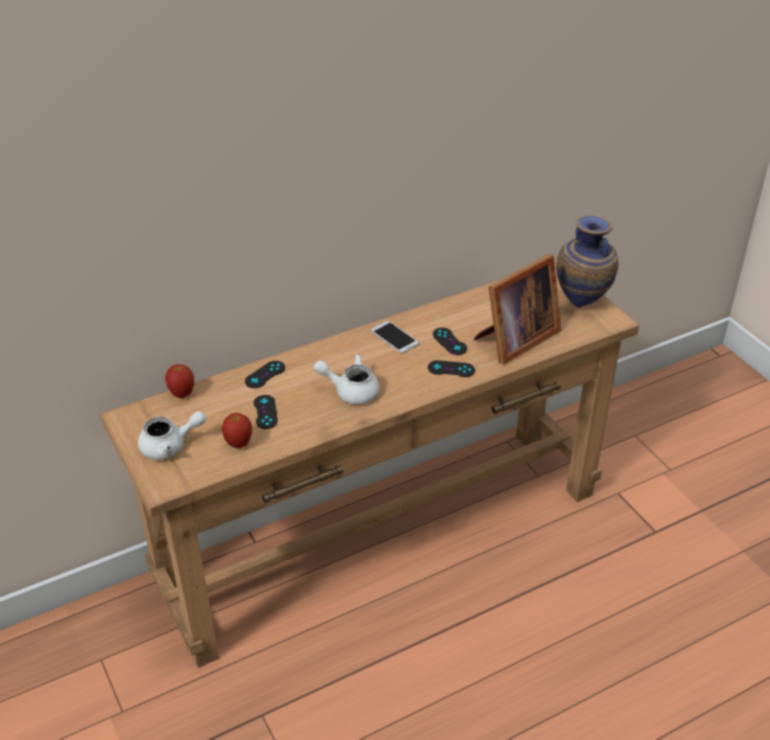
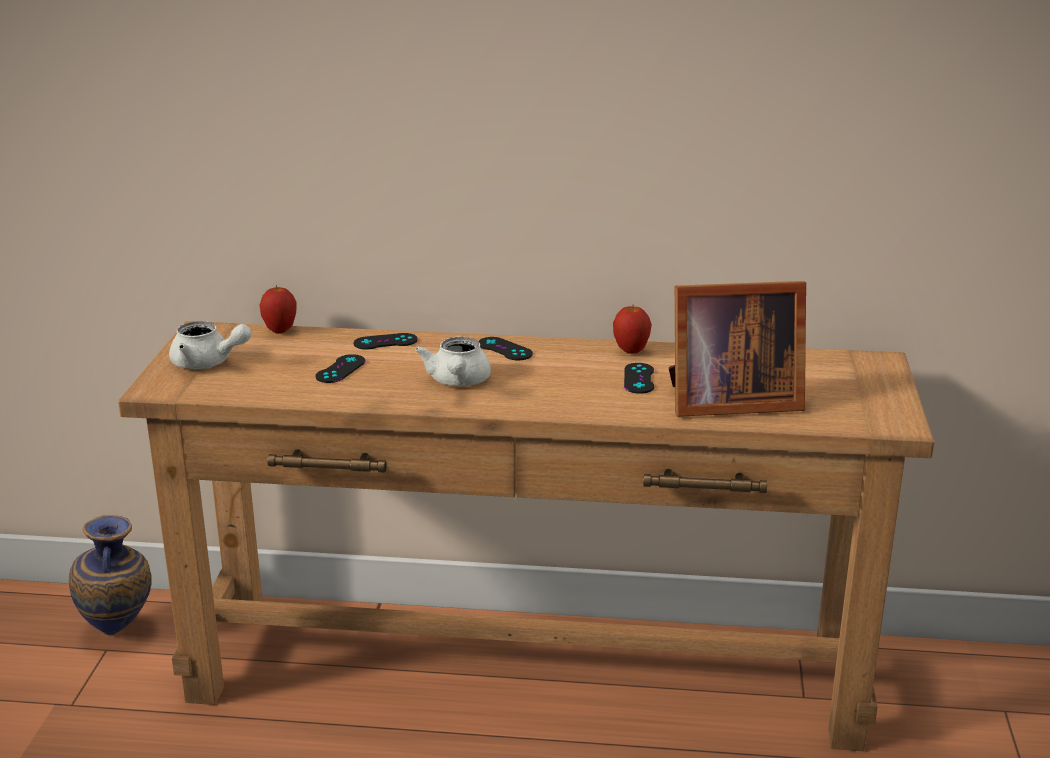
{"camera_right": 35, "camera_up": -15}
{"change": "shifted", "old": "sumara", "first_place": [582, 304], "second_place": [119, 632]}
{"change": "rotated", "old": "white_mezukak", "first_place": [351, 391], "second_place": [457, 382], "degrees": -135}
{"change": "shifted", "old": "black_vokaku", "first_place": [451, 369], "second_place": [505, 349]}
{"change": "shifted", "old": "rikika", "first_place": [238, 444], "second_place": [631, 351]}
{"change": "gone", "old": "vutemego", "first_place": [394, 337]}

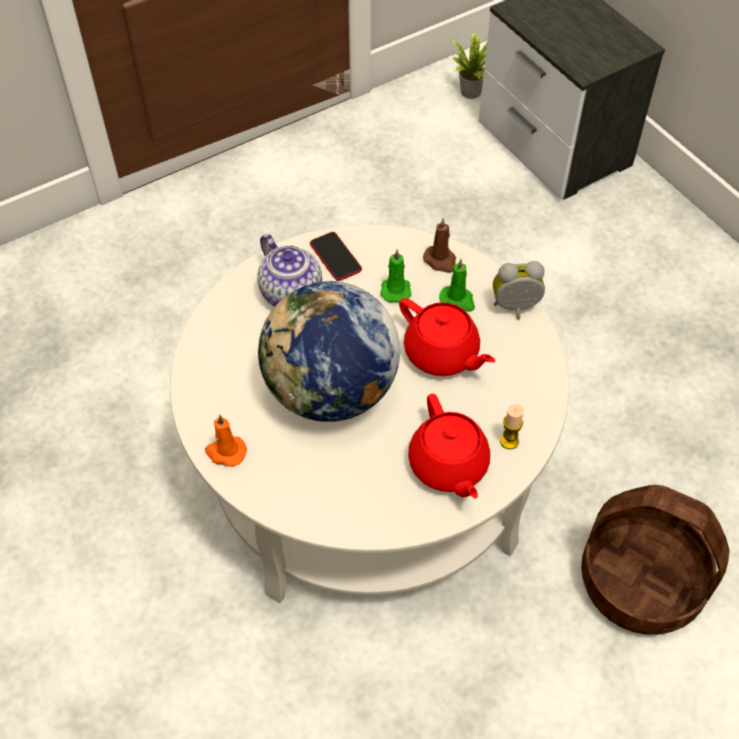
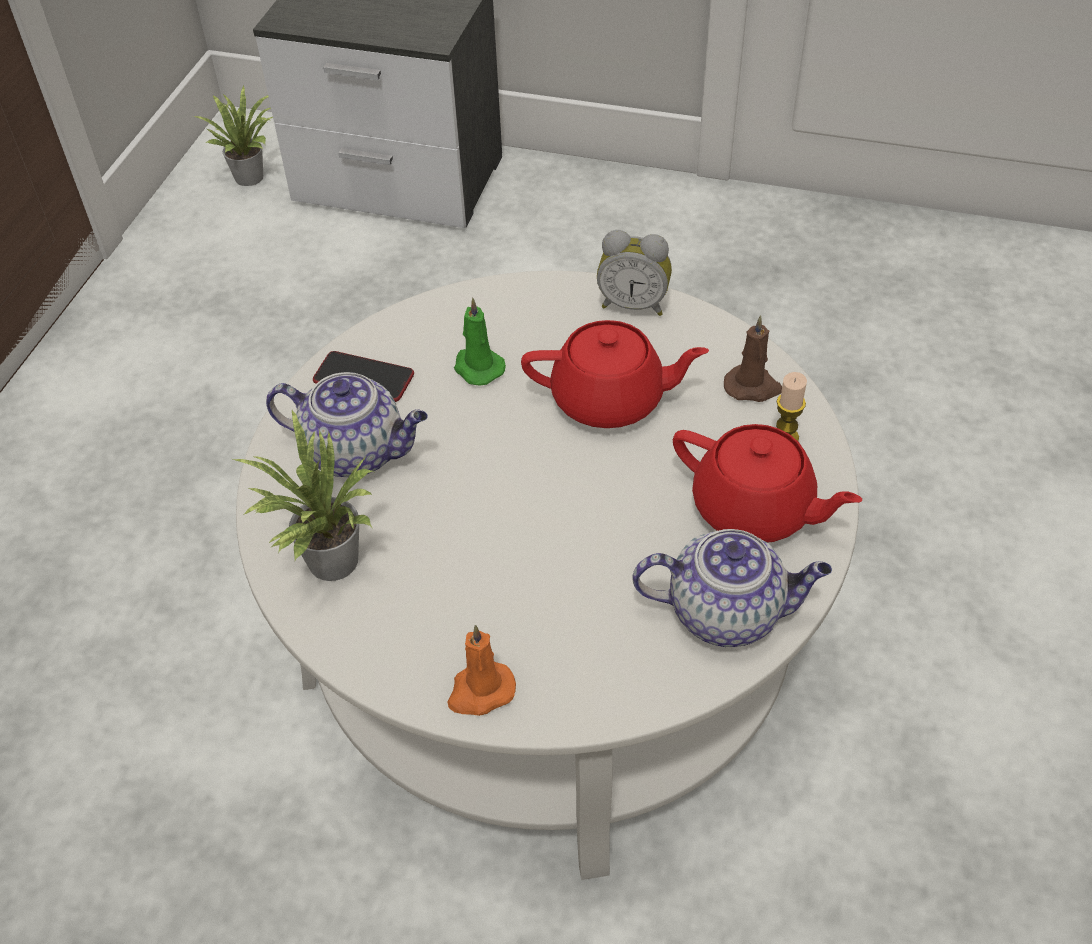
{"camera_right": -40, "camera_up": -5}
{"change": "new", "new": "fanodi", "second_place": [326, 563]}
{"change": "rotated", "old": "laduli", "first_place": [515, 309], "second_place": [633, 304], "degrees": -120}
{"change": "new", "new": "mezukak", "second_place": [727, 612]}
{"change": "shifted", "old": "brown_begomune", "first_place": [441, 261], "second_place": [753, 387]}
{"change": "gone", "old": "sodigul", "first_place": [331, 392]}
{"change": "gone", "old": "green_begomune", "first_place": [458, 300]}
{"change": "gone", "old": "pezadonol", "first_place": [641, 581]}

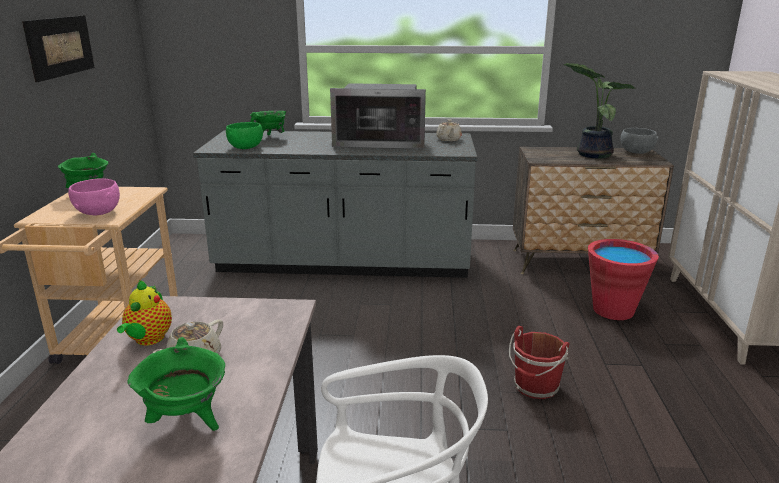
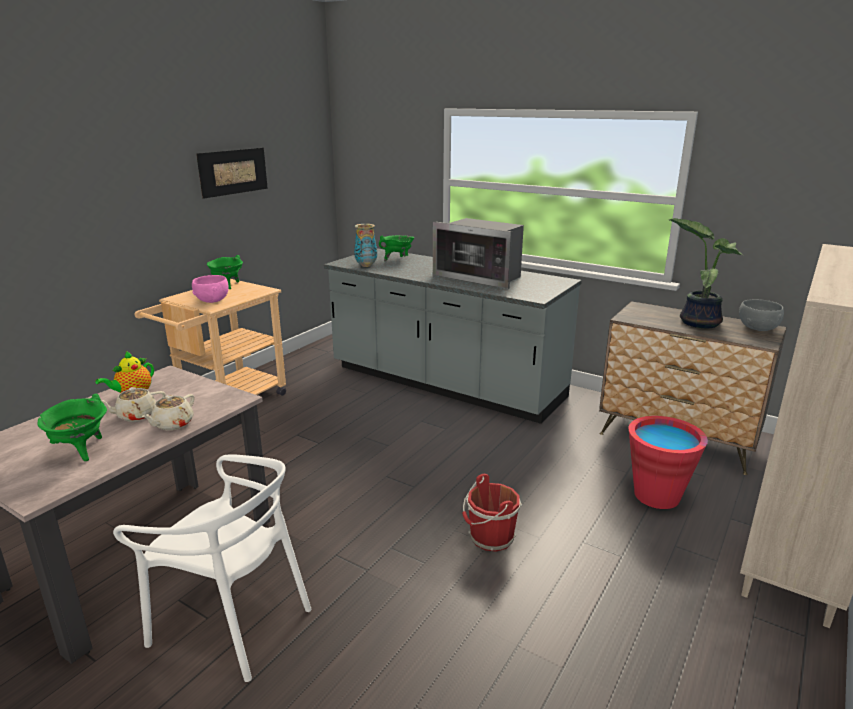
{"camera_right": 30, "camera_up": 0}
{"change": "shifted", "old": "beige_mezukak", "first_place": [448, 139], "second_place": [172, 424]}
{"change": "swapped", "old": "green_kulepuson", "new": "sumara", "first_place": [246, 147], "second_place": [366, 265]}

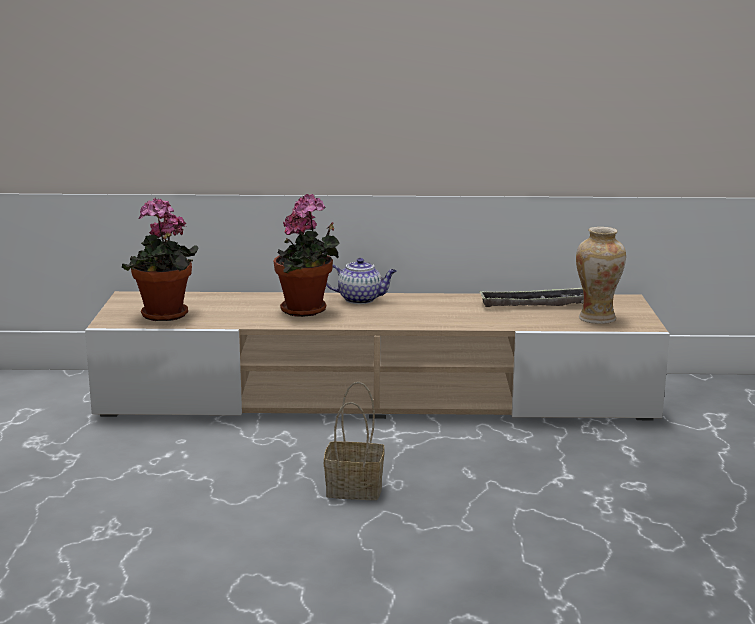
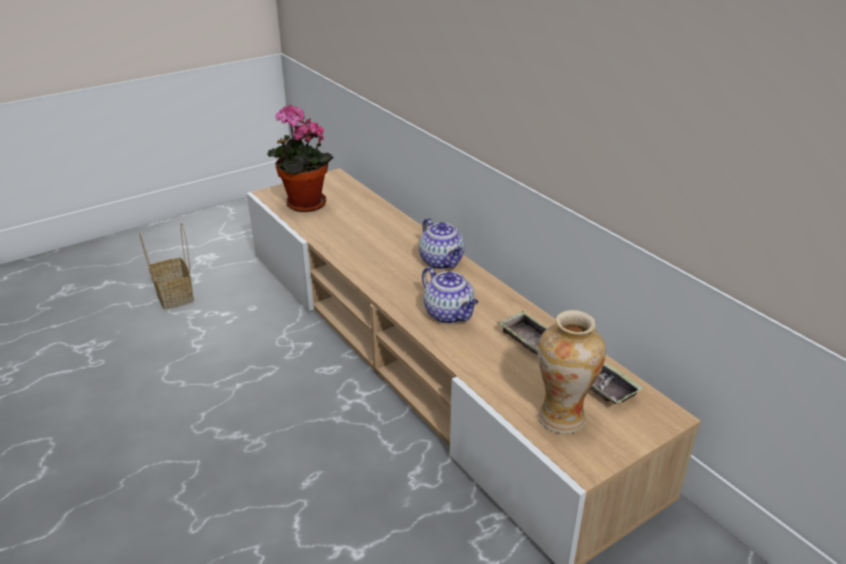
{"camera_right": 55, "camera_up": 15}
{"change": "shifted", "old": "pezadonol", "first_place": [356, 489], "second_place": [176, 296]}
{"change": "new", "new": "mezukak", "second_place": [449, 314]}
{"change": "gone", "old": "fanodi", "first_place": [307, 311]}

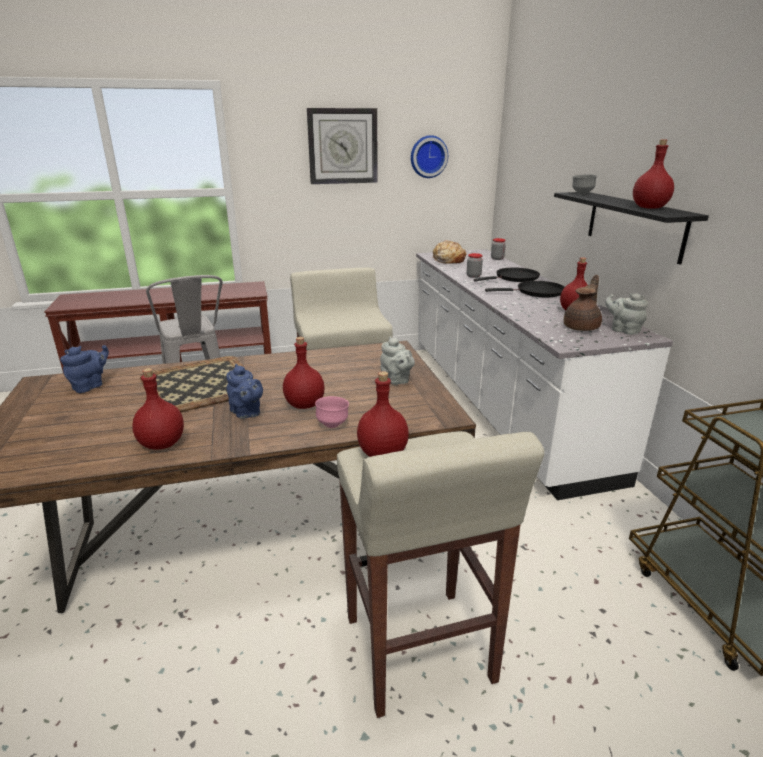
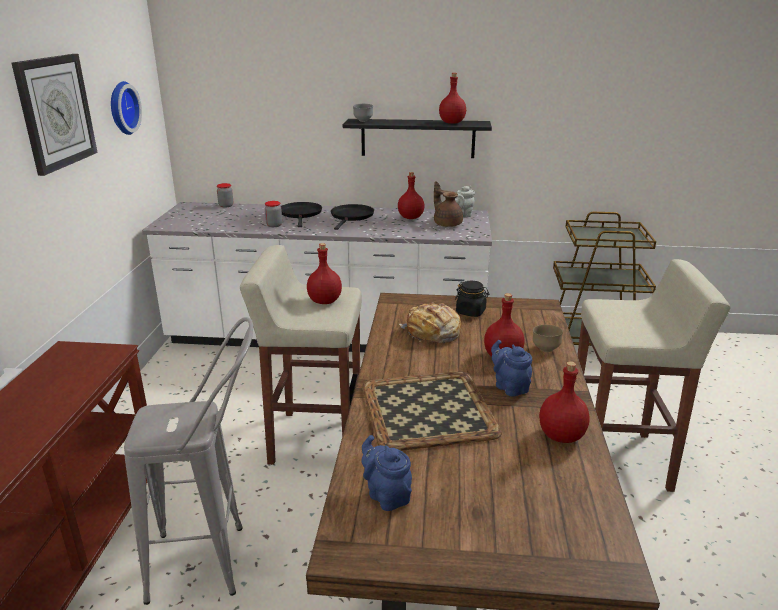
{"camera_right": -70, "camera_up": 0}
{"change": "shifted", "old": "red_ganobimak", "first_place": [383, 453], "second_place": [325, 301]}
{"change": "shifted", "old": "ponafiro", "first_place": [448, 260], "second_place": [432, 333]}
{"change": "swapped", "old": "grey_mezukak", "new": "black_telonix", "first_place": [396, 380], "second_place": [471, 312]}
{"change": "rotated", "old": "blue_mezukak", "first_place": [246, 413], "second_place": [509, 387], "degrees": -105}
{"change": "repainted", "old": "pink_kulepuson", "new": "brown_kulepuson", "first_place": [333, 425], "second_place": [545, 349]}

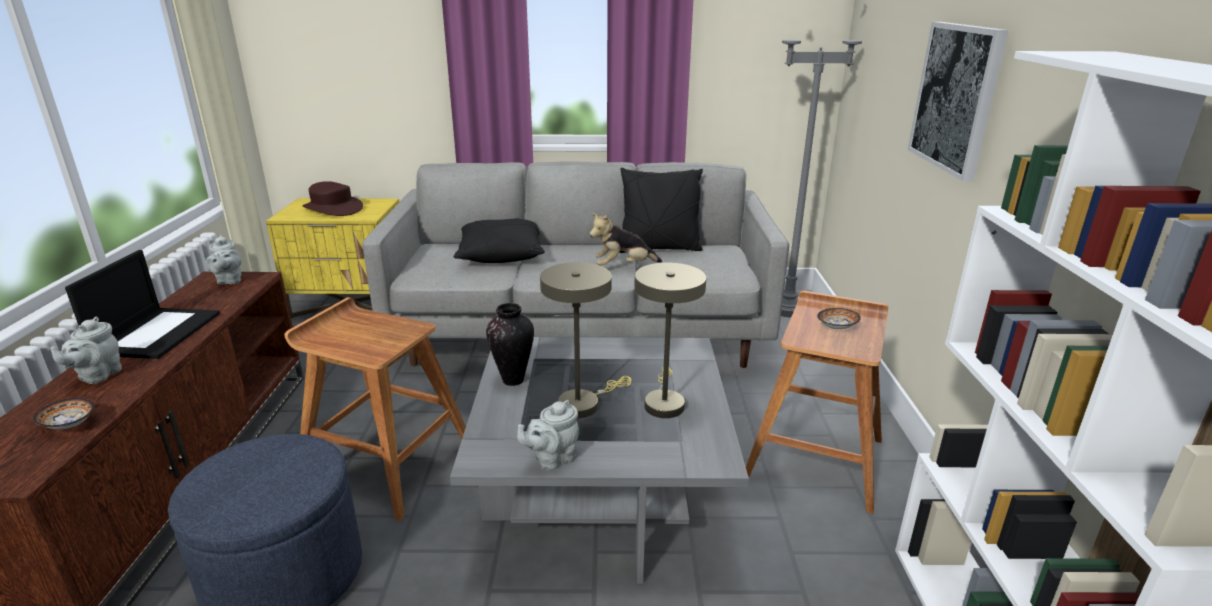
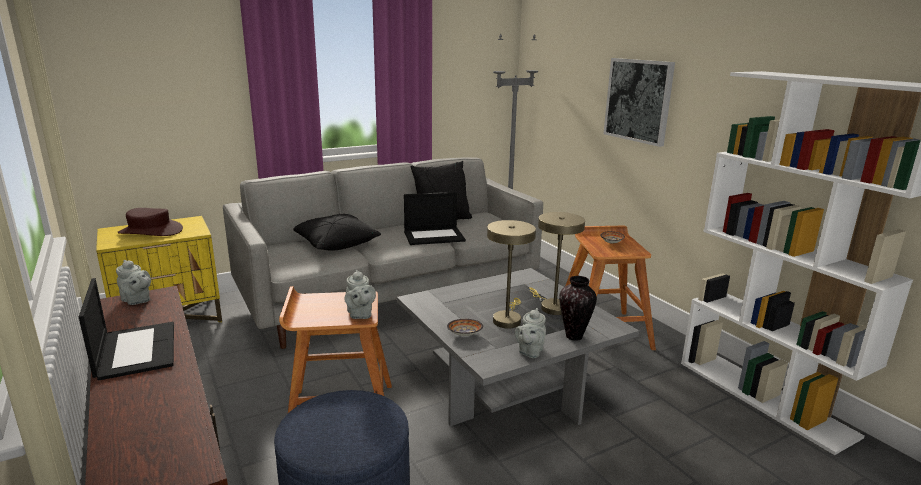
{"camera_right": -30, "camera_up": -5}
{"change": "shifted", "old": "grey_mezukak", "first_place": [97, 376], "second_place": [360, 314]}
{"change": "swapped", "old": "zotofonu", "new": "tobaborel", "first_place": [623, 267], "second_place": [434, 236]}
{"change": "shifted", "old": "kulepuson", "first_place": [69, 424], "second_place": [464, 334]}
{"change": "shifted", "old": "sumara", "first_place": [513, 381], "second_place": [574, 337]}

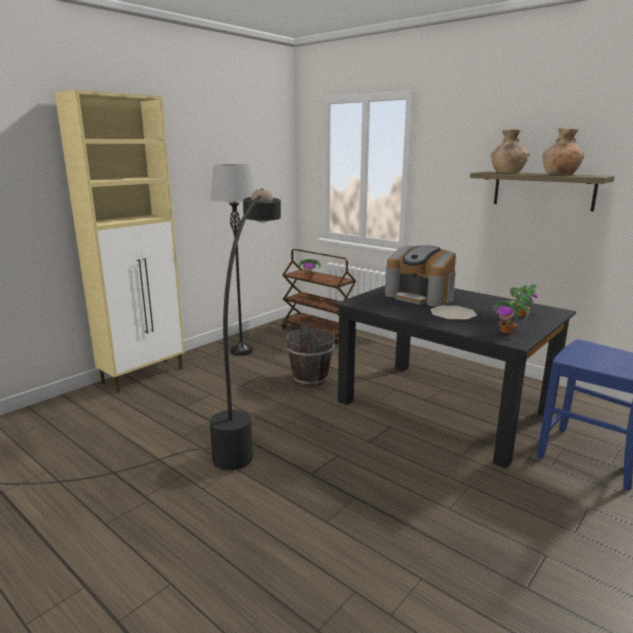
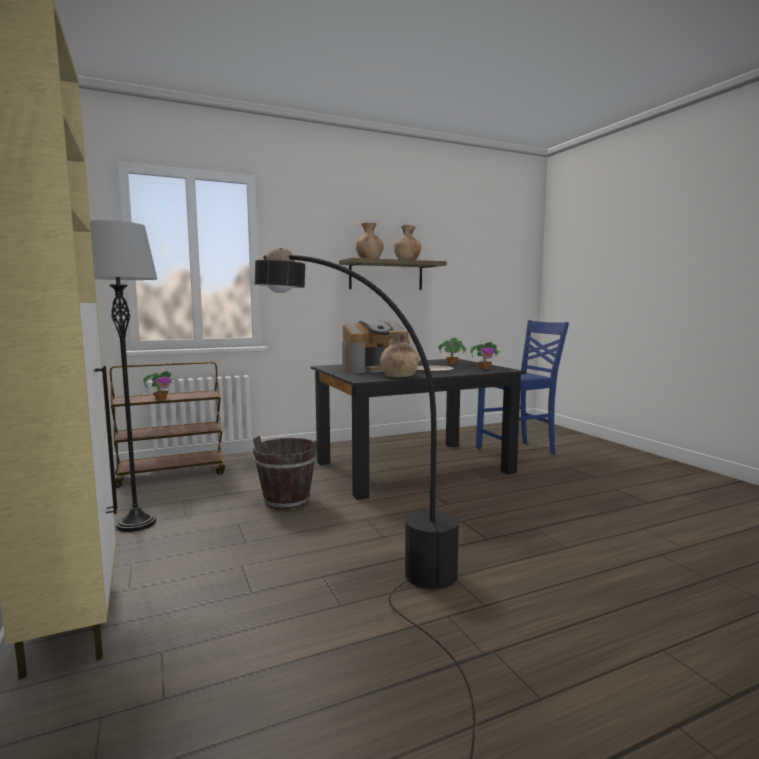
{"camera_right": -65, "camera_up": -10}
{"change": "new", "new": "brown_sumara", "second_place": [399, 376]}

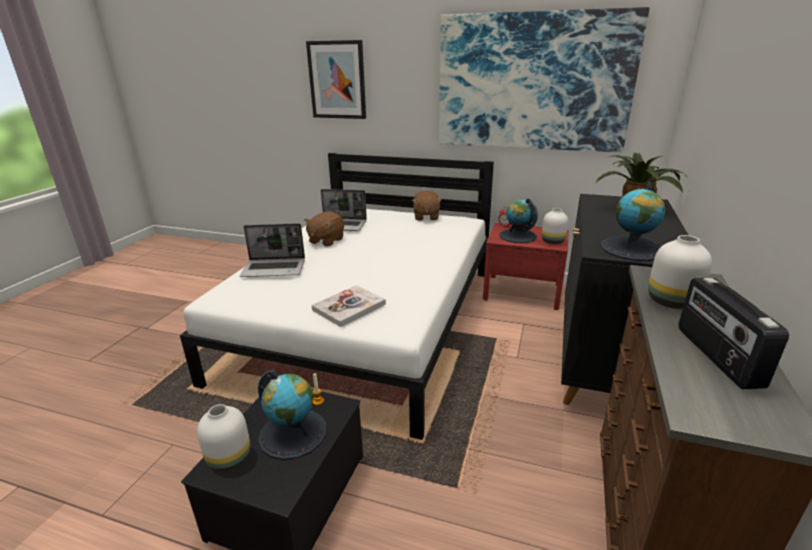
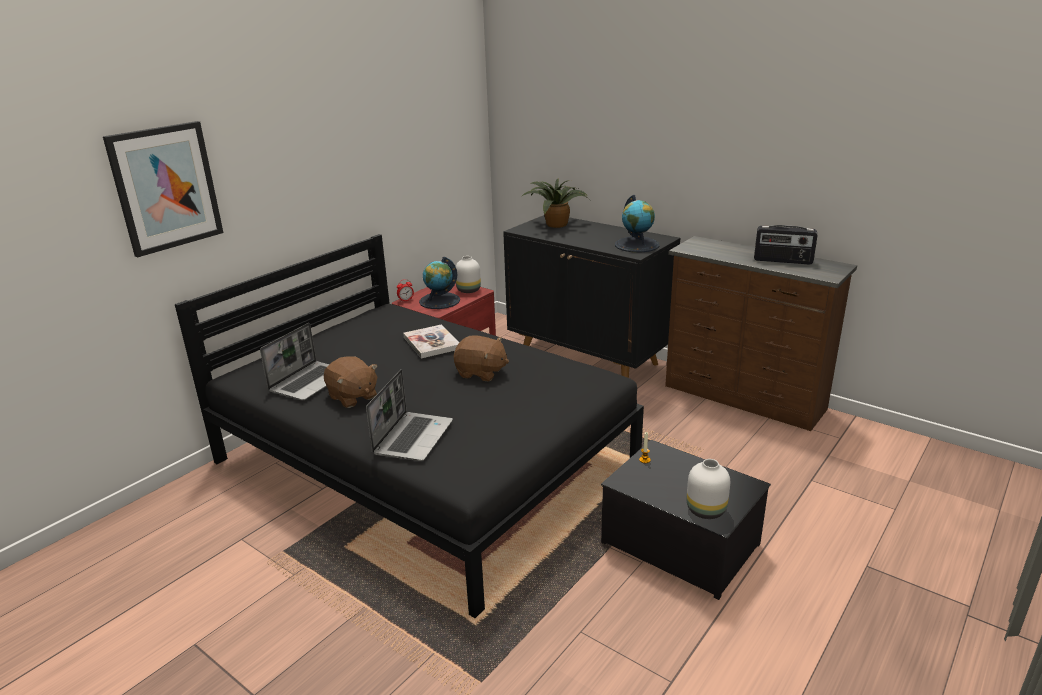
{"camera_right": -70, "camera_up": 0}
{"change": "repainted", "old": "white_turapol", "new": "black_turapol", "first_place": [368, 321], "second_place": [425, 462]}
{"change": "shifted", "old": "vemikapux", "first_place": [349, 307], "second_place": [432, 343]}
{"change": "shifted", "old": "brown_zotofonu", "first_place": [426, 216], "second_place": [481, 373]}
{"change": "gone", "old": "sodigul", "first_place": [293, 433]}
{"change": "gone", "old": "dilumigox", "first_place": [532, 83]}
{"change": "gone", "old": "white_sumara", "first_place": [672, 302]}

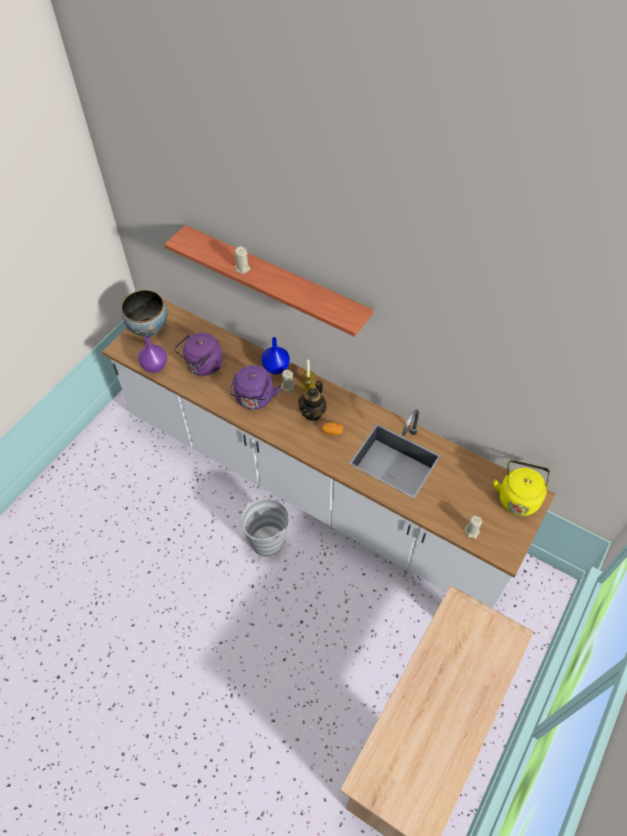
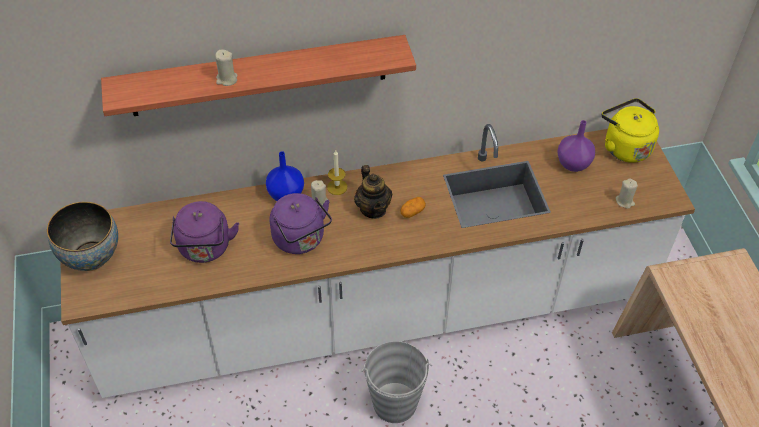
{"camera_right": -45, "camera_up": -5}
{"change": "shifted", "old": "purple_sumara", "first_place": [155, 366], "second_place": [572, 163]}

